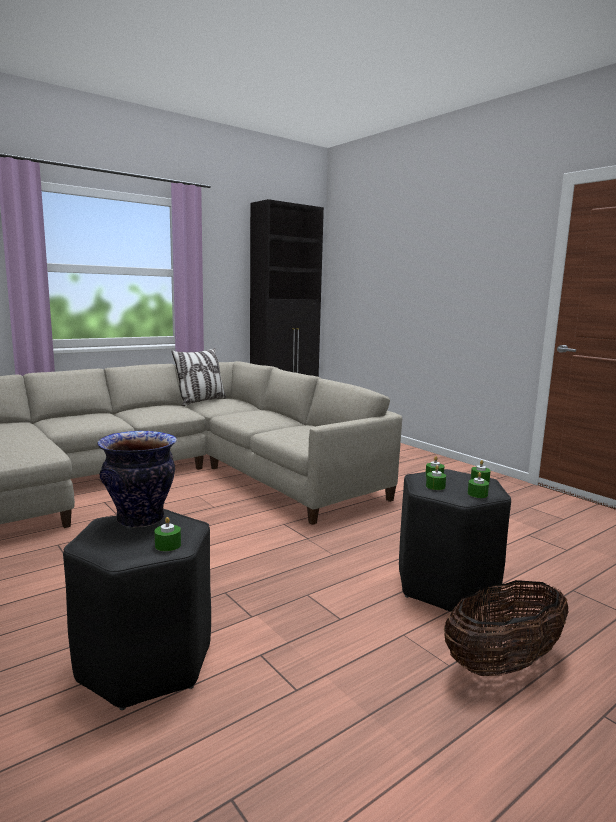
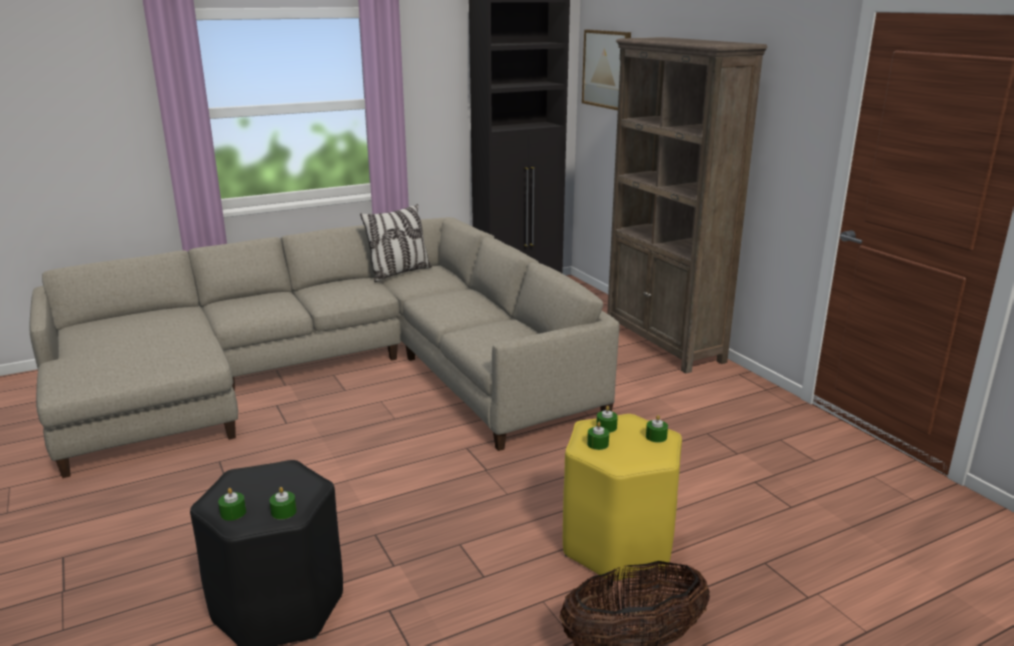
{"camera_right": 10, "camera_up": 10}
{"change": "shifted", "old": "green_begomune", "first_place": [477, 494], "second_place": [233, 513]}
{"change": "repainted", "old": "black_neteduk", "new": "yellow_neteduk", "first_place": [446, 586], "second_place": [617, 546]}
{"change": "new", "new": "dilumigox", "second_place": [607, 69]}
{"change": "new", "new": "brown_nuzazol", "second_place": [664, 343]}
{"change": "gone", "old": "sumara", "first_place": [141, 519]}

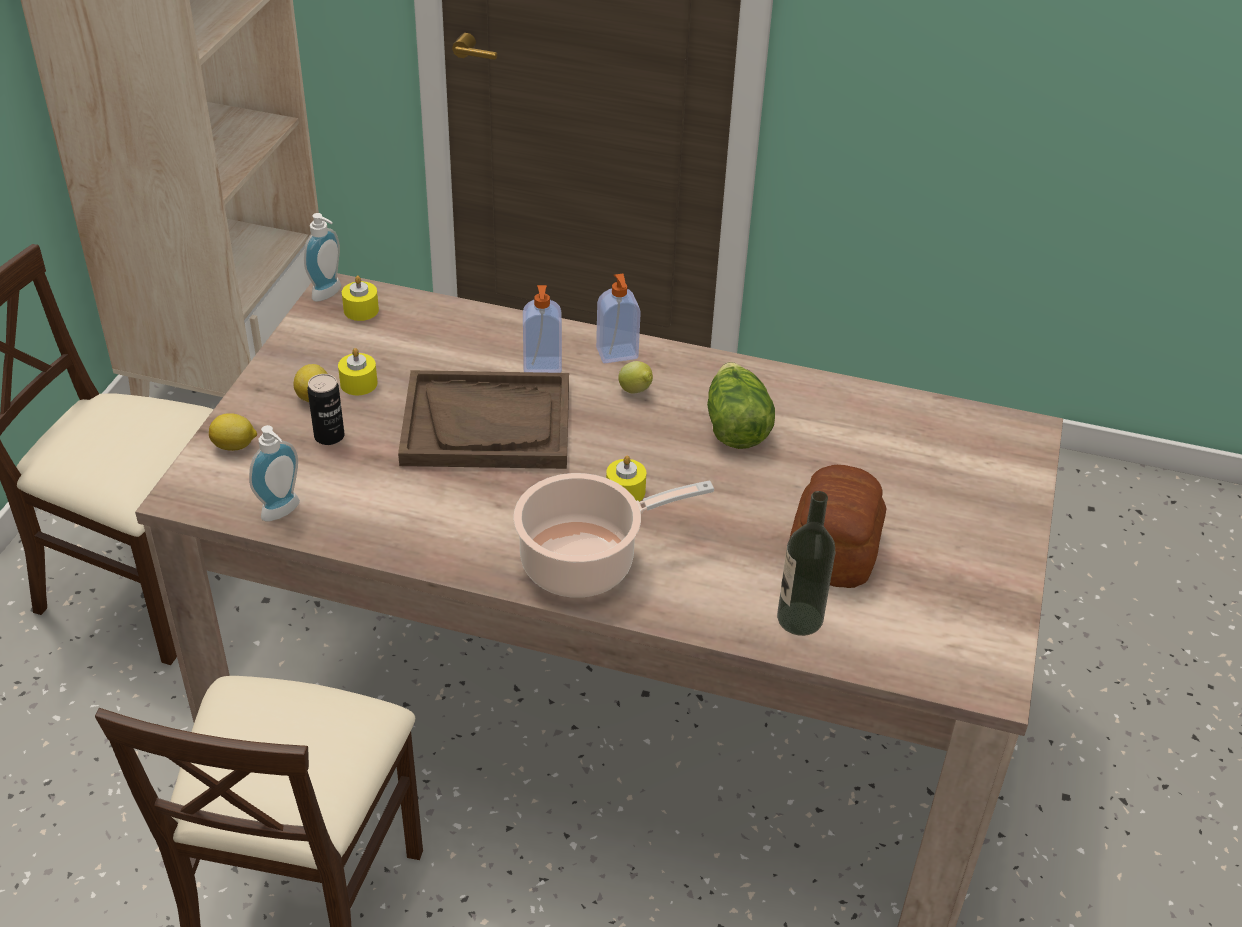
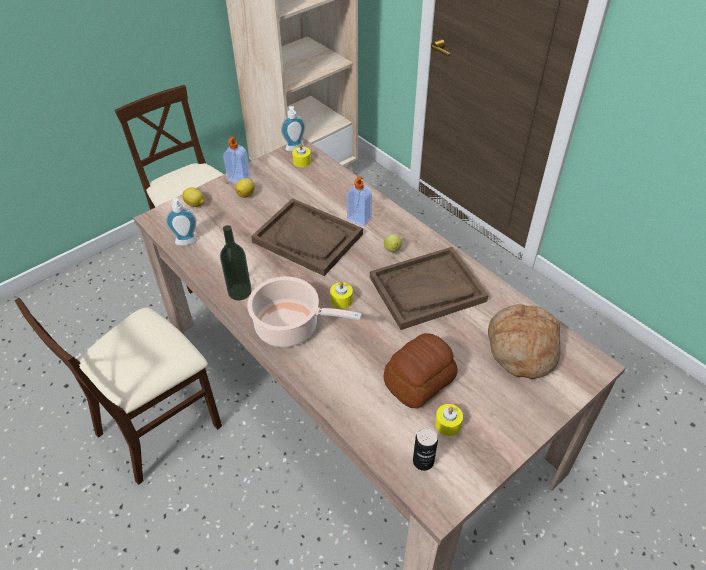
{"camera_right": 35, "camera_up": 5}
{"change": "shifted", "old": "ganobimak", "first_place": [799, 618], "second_place": [239, 292]}
{"change": "shifted", "old": "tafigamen", "first_place": [617, 354], "second_place": [238, 179]}
{"change": "swapped", "old": "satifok", "new": "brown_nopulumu", "first_place": [735, 425], "second_place": [427, 289]}
{"change": "shifted", "old": "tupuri", "first_place": [329, 436], "second_place": [423, 461]}
{"change": "shifted", "old": "yellow_begomune", "first_place": [358, 383], "second_place": [447, 424]}
{"change": "new", "new": "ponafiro", "second_place": [521, 348]}

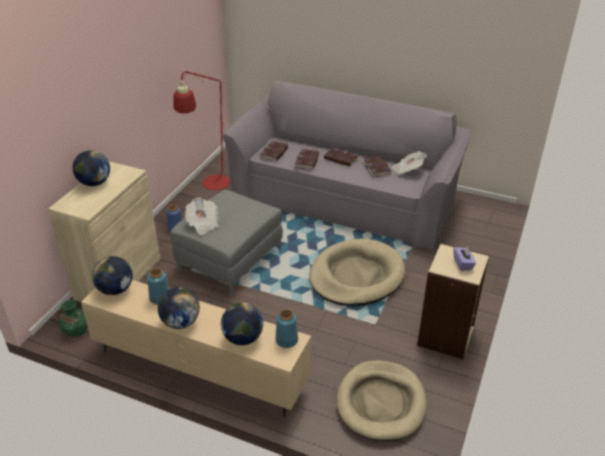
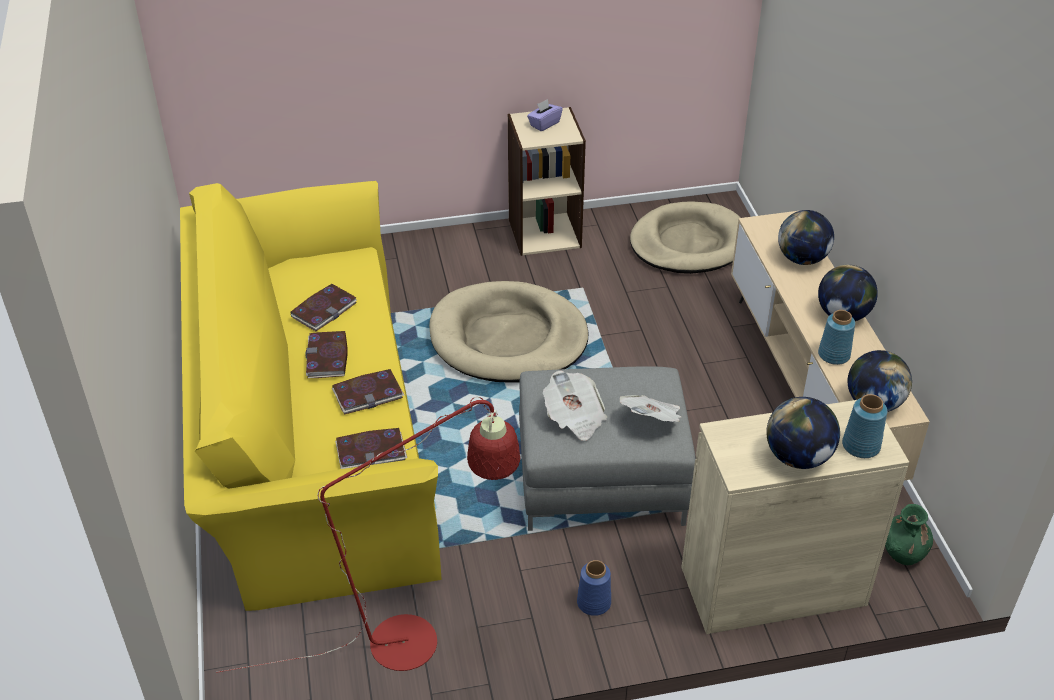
{"camera_right": -125, "camera_up": 5}
{"change": "repainted", "old": "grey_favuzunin", "new": "yellow_favuzunin", "first_place": [345, 195], "second_place": [308, 435]}
{"change": "shifted", "old": "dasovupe", "first_place": [407, 170], "second_place": [574, 418]}
{"change": "shifted", "old": "blue_sumara", "first_place": [287, 340], "second_place": [860, 445]}

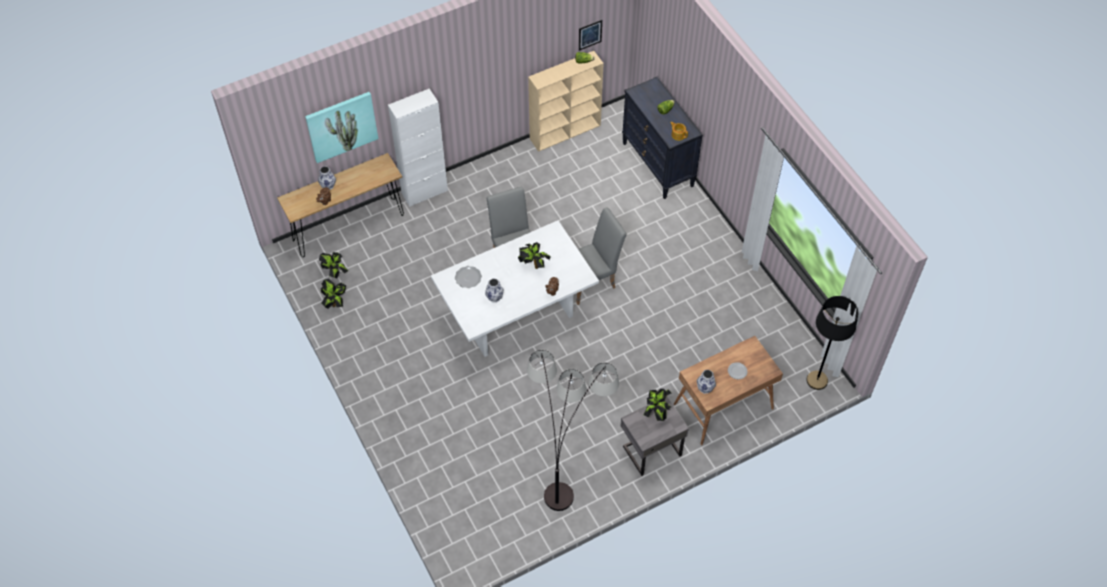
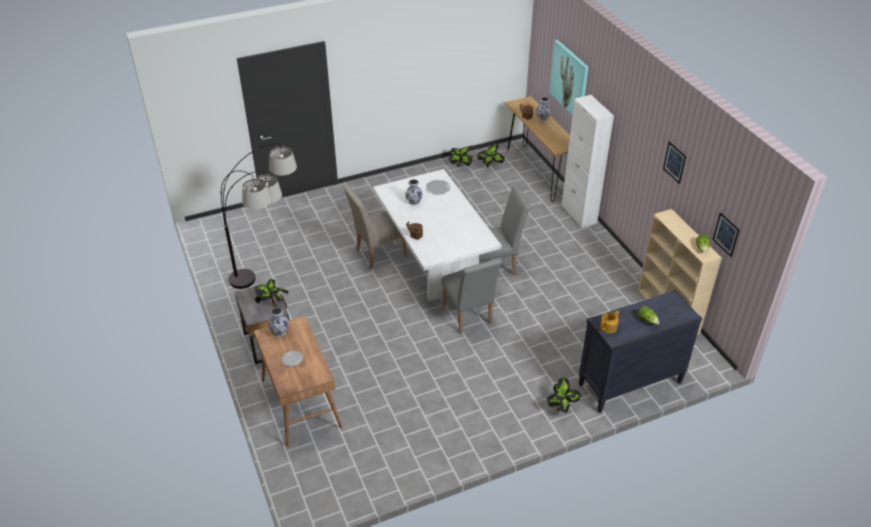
{"camera_right": 95, "camera_up": -15}
{"change": "new", "new": "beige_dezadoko", "second_place": [377, 254]}
{"change": "shifted", "old": "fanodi", "first_place": [533, 264], "second_place": [562, 407]}
{"change": "new", "new": "dilumigox", "second_place": [674, 162]}
{"change": "gone", "old": "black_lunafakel", "first_place": [817, 380]}

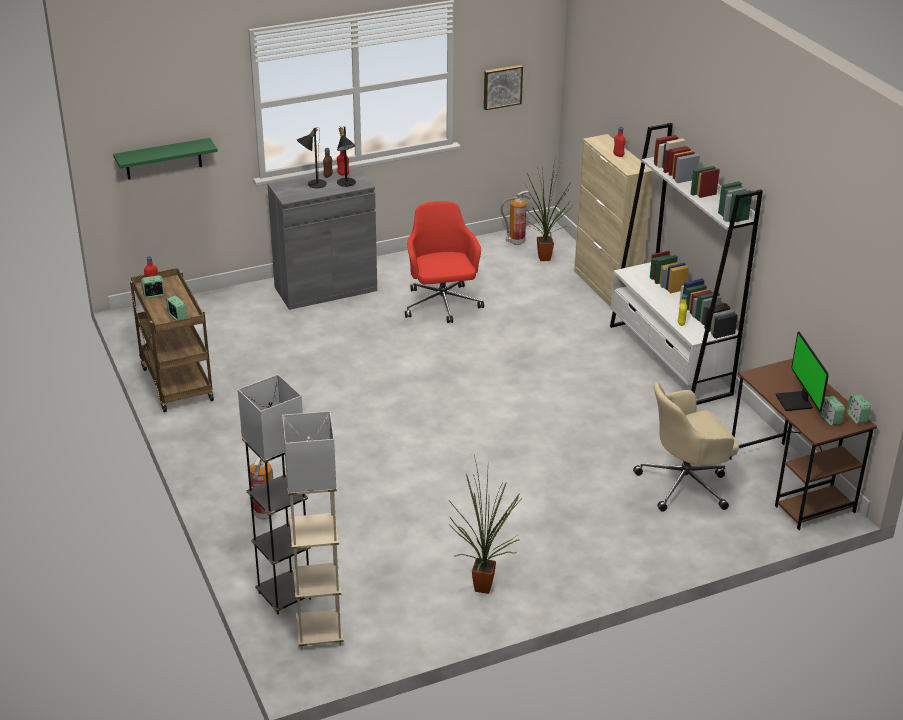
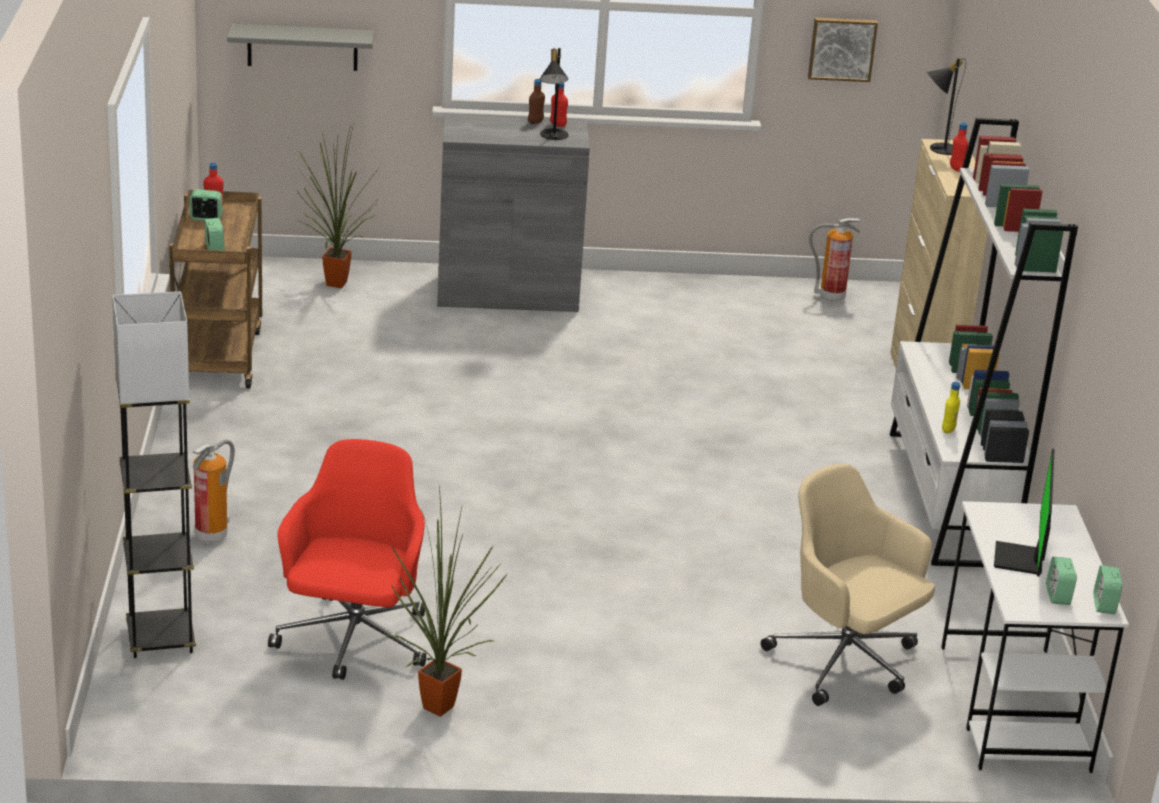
{"camera_right": 20, "camera_up": -5}
{"change": "repainted", "old": "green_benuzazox", "new": "grey_benuzazox", "first_place": [163, 159], "second_place": [302, 47]}
{"change": "shifted", "old": "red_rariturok", "first_place": [442, 305], "second_place": [353, 641]}
{"change": "shifted", "old": "fanodi", "first_place": [544, 260], "second_place": [334, 285]}
{"change": "rotated", "old": "beige_rariturok", "first_place": [685, 484], "second_place": [846, 662], "degrees": 45}
{"change": "shifted", "old": "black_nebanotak", "first_place": [313, 184], "second_place": [938, 148]}
{"change": "repainted", "old": "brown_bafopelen", "new": "white_bafopelen", "first_place": [791, 485], "second_place": [1014, 708]}
{"change": "gone", "old": "beige_lunafakel", "first_place": [319, 633]}

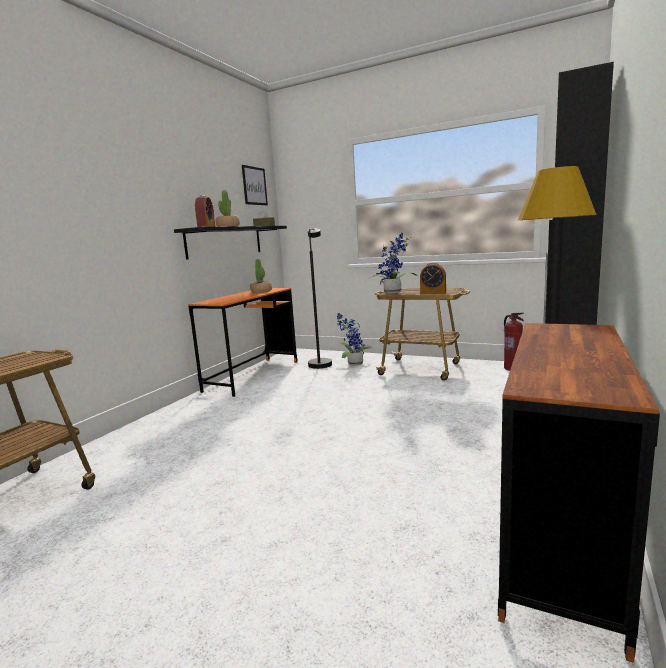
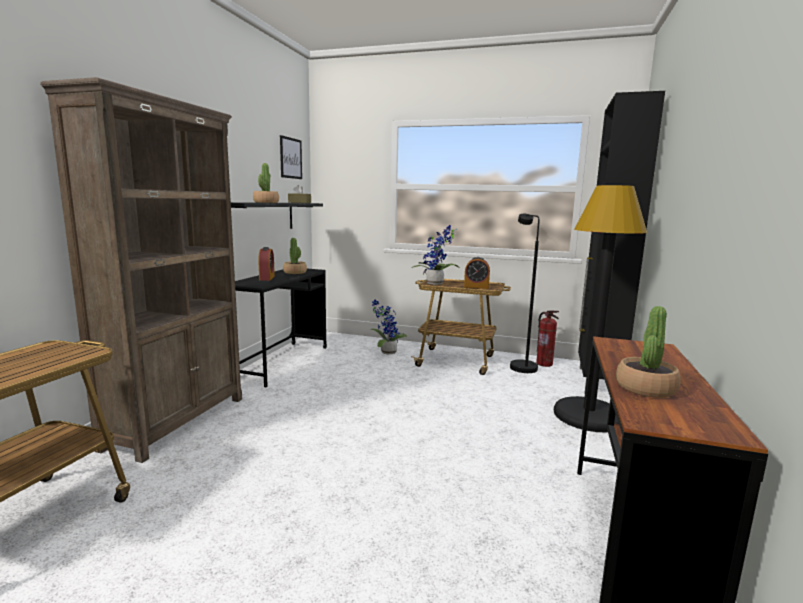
{"camera_right": -10, "camera_up": 0}
{"change": "new", "new": "brown_nuzazol", "second_place": [178, 421]}
{"change": "repainted", "old": "orange_bafopelen", "new": "black_bafopelen", "first_place": [253, 376], "second_place": [281, 362]}
{"change": "shifted", "old": "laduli", "first_place": [206, 227], "second_place": [267, 278]}
{"change": "shifted", "old": "black_lunafakel", "first_place": [320, 363], "second_place": [521, 365]}
{"change": "new", "new": "fanodi", "second_place": [645, 388]}

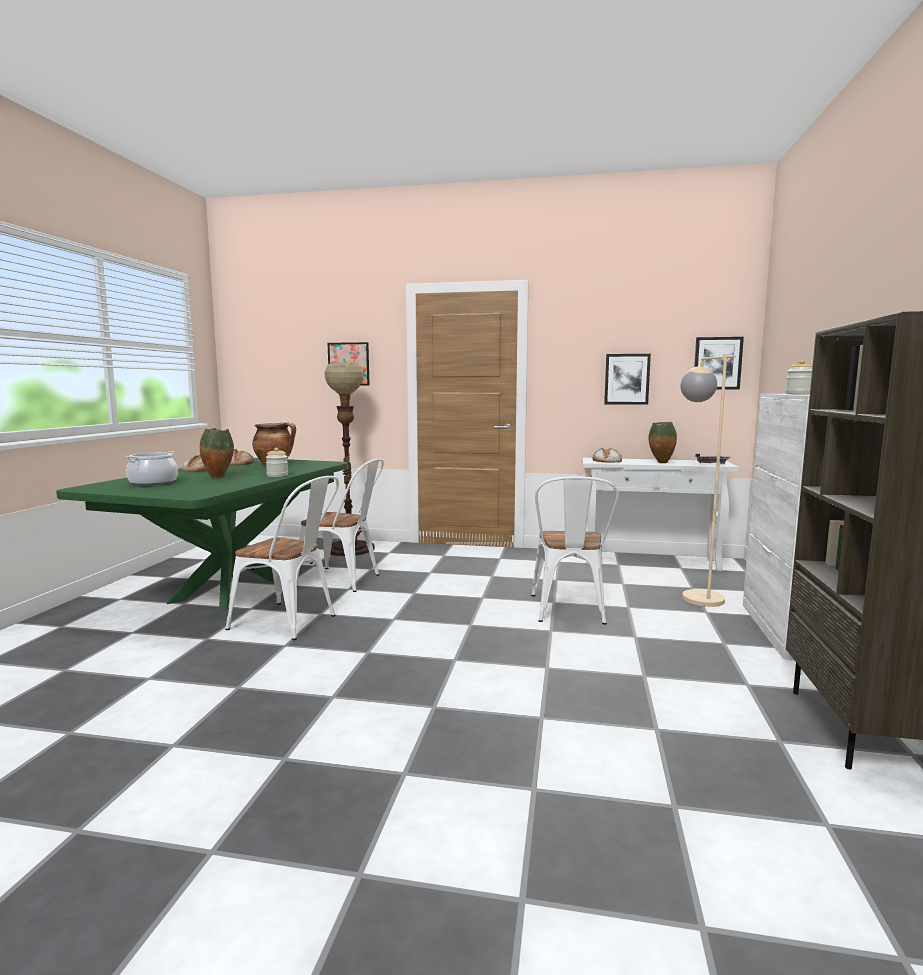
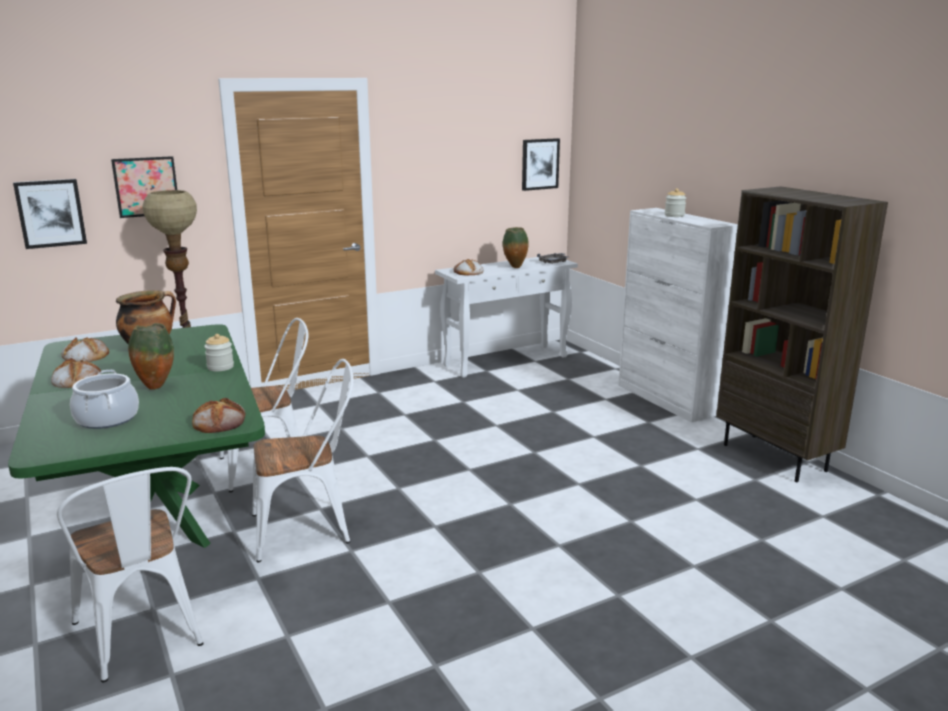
{"camera_right": -40, "camera_up": 10}
{"change": "shifted", "old": "dilumigox", "first_place": [627, 379], "second_place": [50, 213]}
{"change": "shifted", "old": "white_dezadoko", "first_place": [569, 611], "second_place": [143, 638]}
{"change": "new", "new": "ponafiro", "second_place": [219, 422]}
{"change": "gone", "old": "beige_lunafakel", "first_place": [695, 594]}

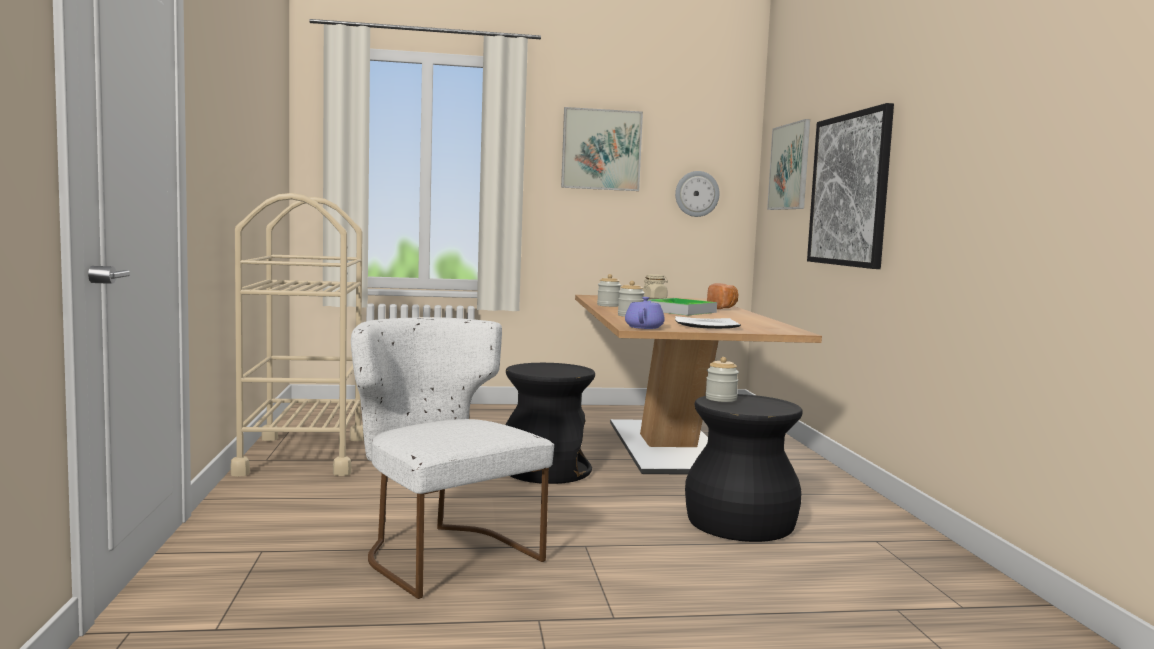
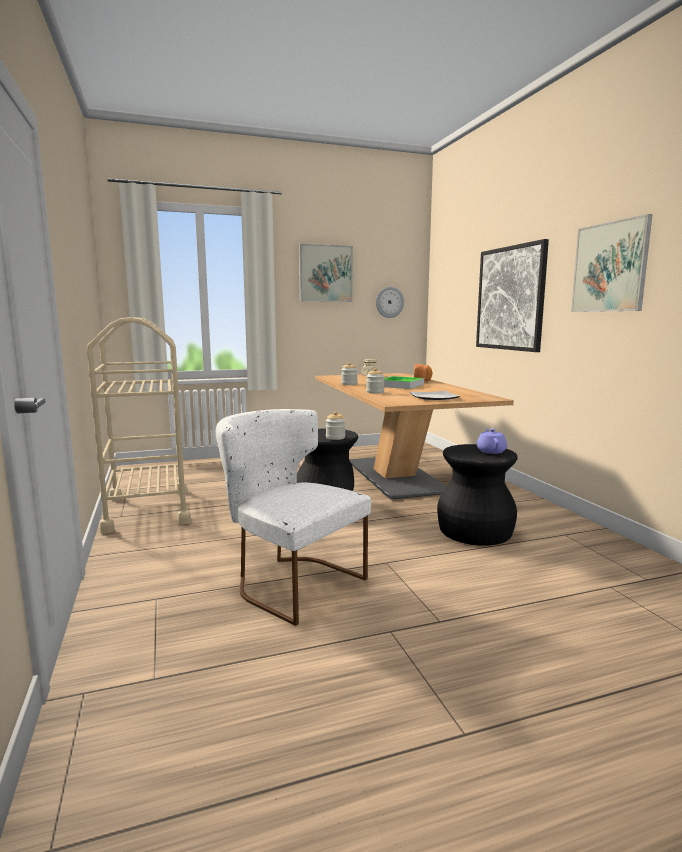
{"camera_right": -10, "camera_up": 5}
{"change": "shifted", "old": "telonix", "first_place": [721, 399], "second_place": [335, 437]}
{"change": "shifted", "old": "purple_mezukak", "first_place": [644, 327], "second_place": [491, 451]}
{"change": "shifted", "old": "dilumigox", "first_place": [789, 167], "second_place": [609, 267]}

